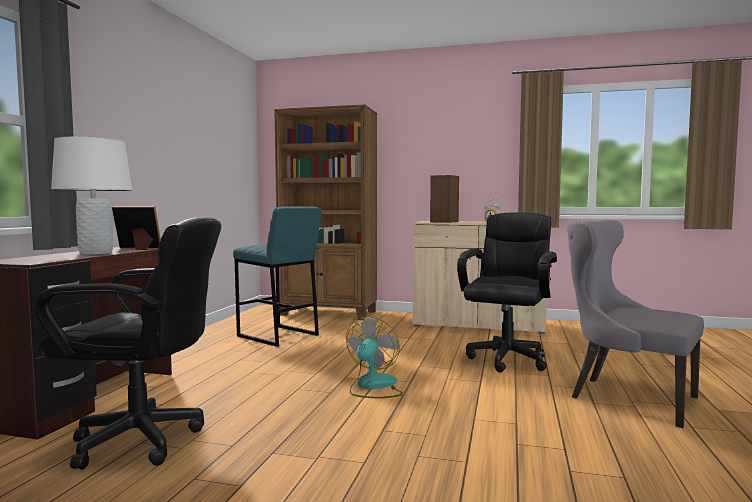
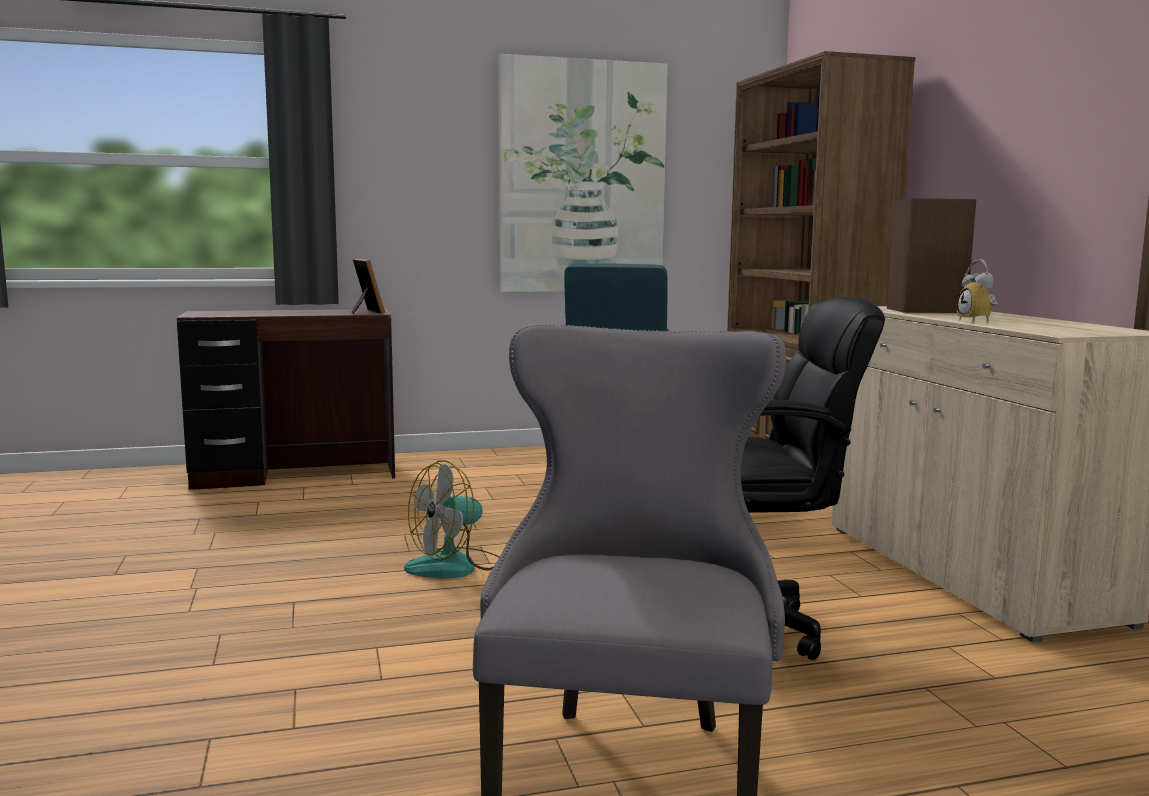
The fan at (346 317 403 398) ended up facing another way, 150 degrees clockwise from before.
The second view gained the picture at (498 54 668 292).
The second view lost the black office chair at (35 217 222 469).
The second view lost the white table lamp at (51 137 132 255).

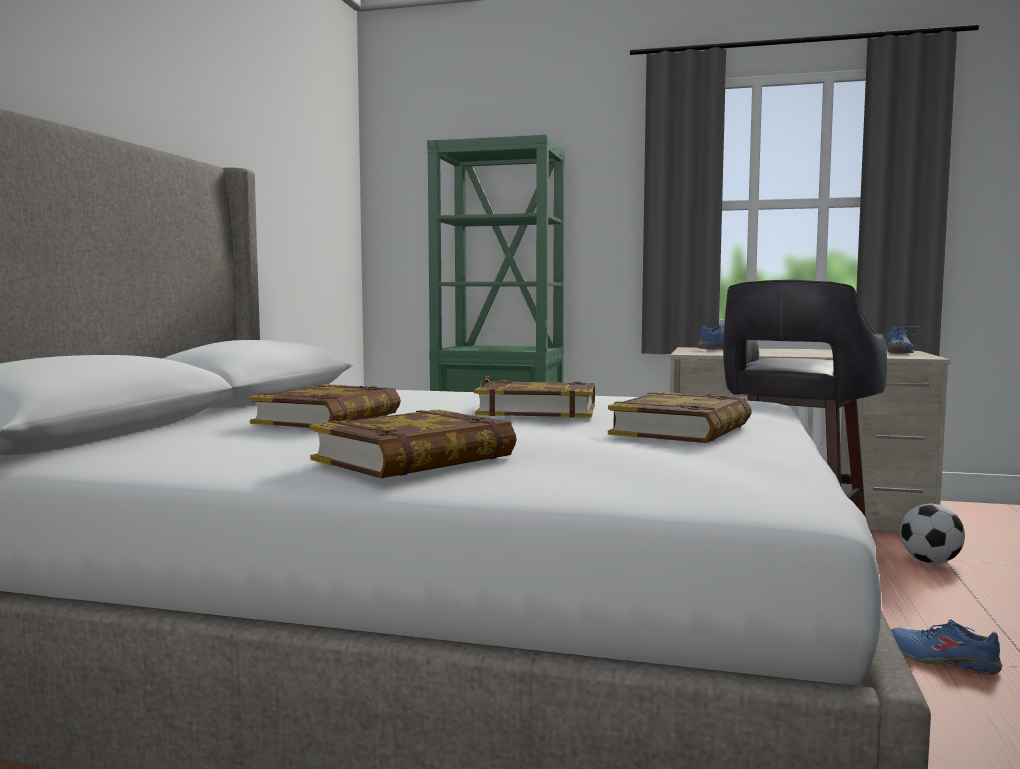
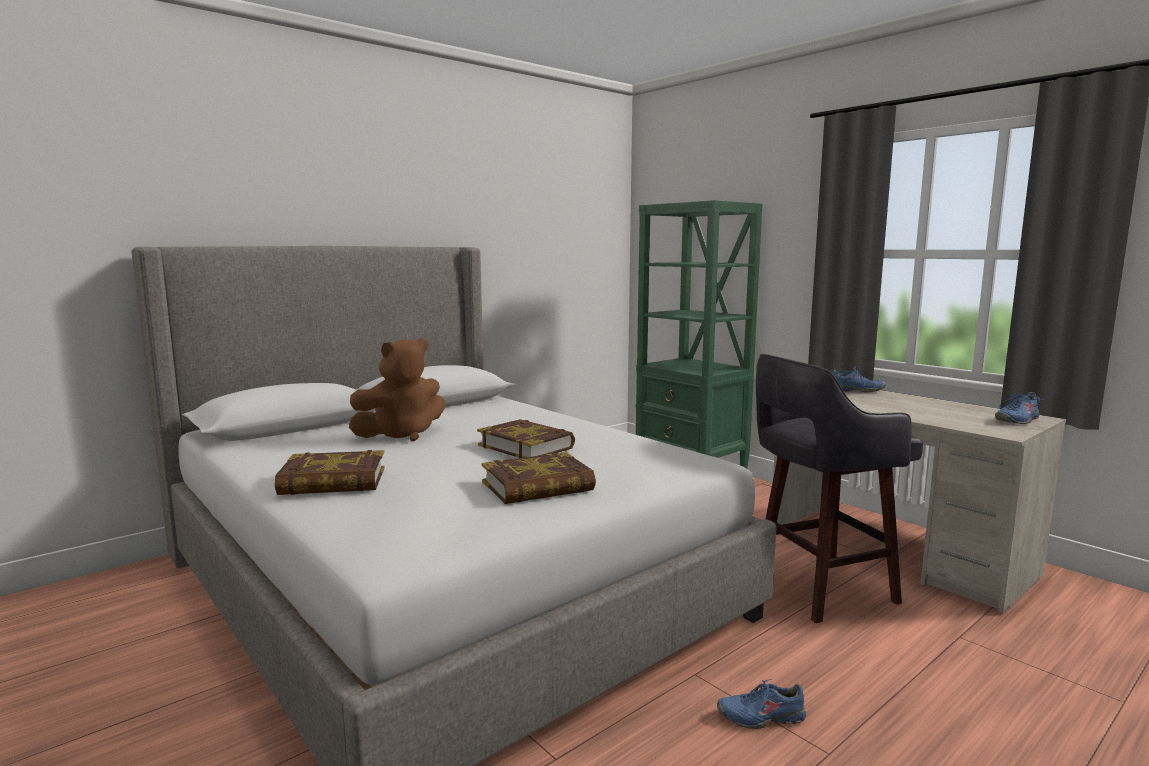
Where the book stood at (249 384 401 428), the brown plush toy came to stand at (349 338 445 441).
The blue shoe at (891 619 1002 675) ended up facing another way, 75 degrees counterclockwise from before.
The second view lost the football at (900 504 965 563).

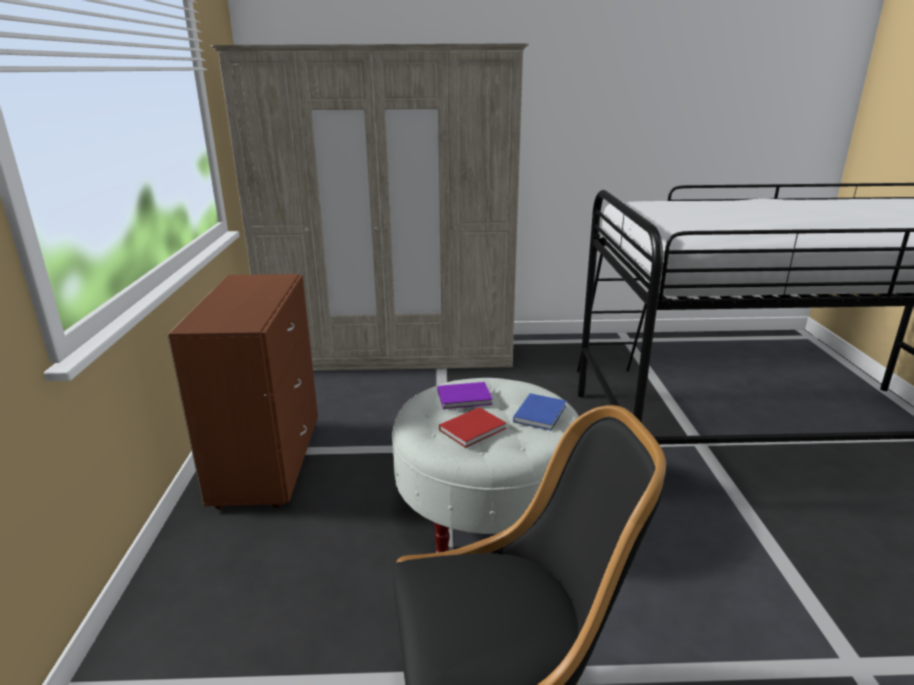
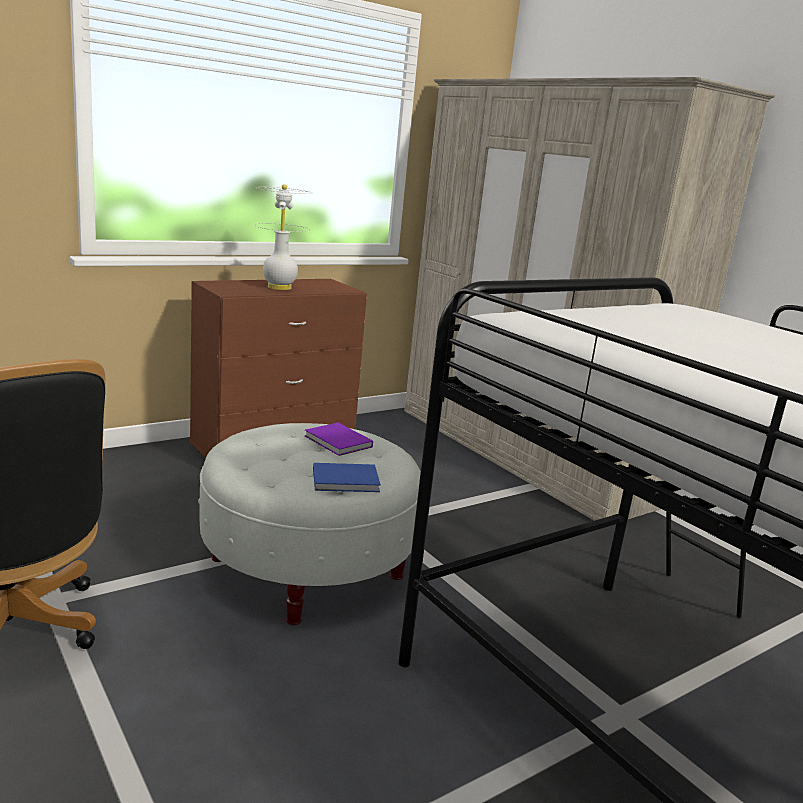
The second view gained the white table lamp at (254 184 312 290).
The second view lost the red book at (439 407 506 448).

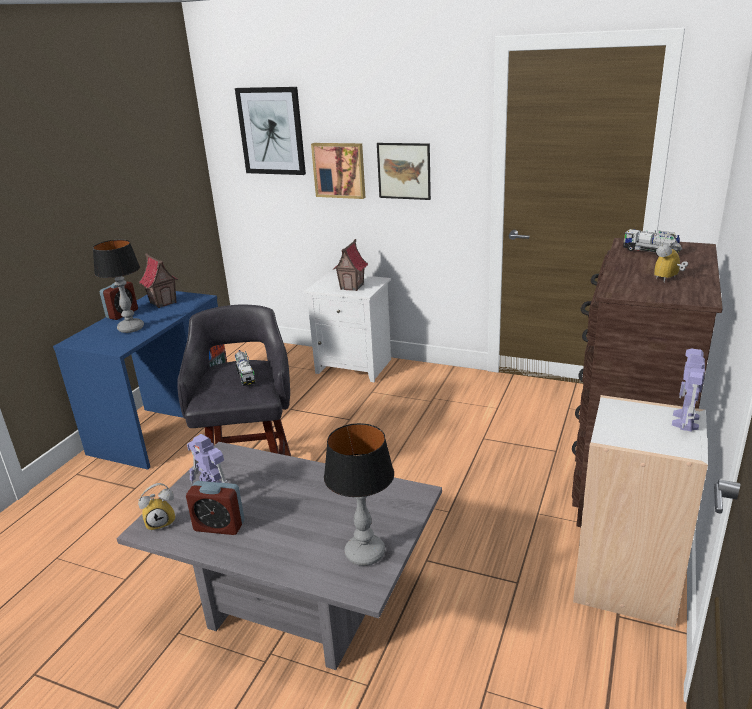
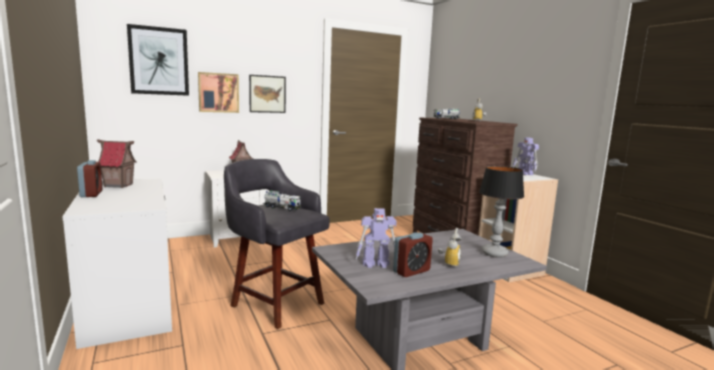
What was the blue desk at (53 291 227 470) turned into the white desk at (62 179 172 349).
The alarm clock ended up elsewhere, having gone from (138 483 176 532) to (438 228 462 268).
The second view lost the table lamp at (93 239 144 333).

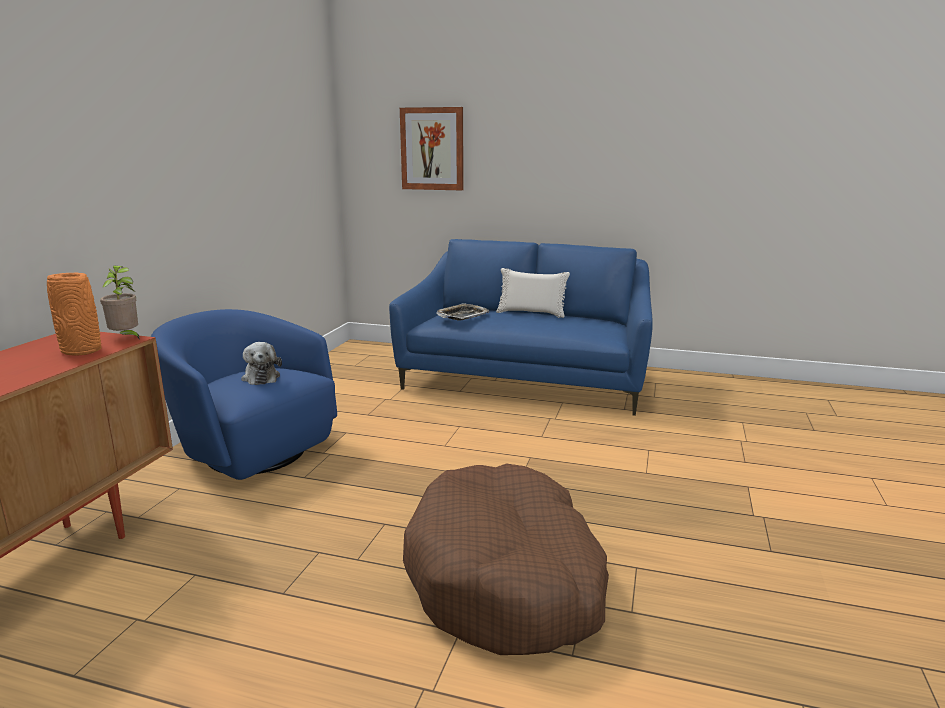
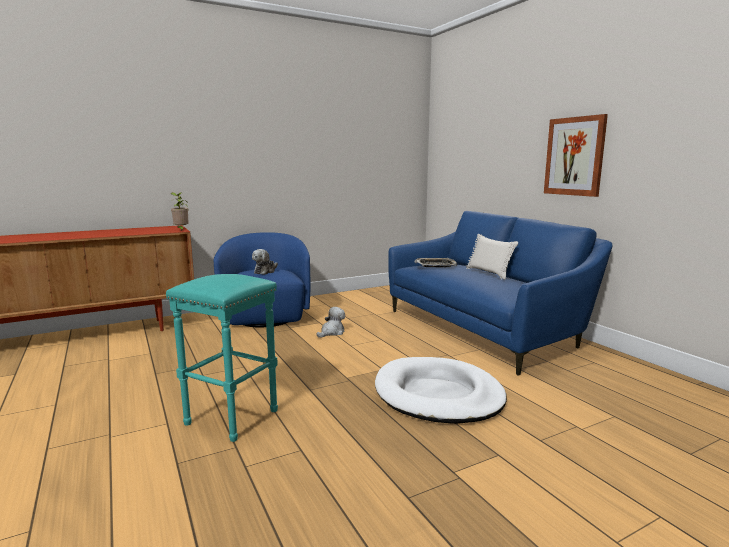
Where the brown dog bed stood at (403 464 609 655), the turquoise stool came to stand at (166 274 278 442).
The second view gained the plush toy at (316 307 345 338).
The second view gained the white dog bed at (375 357 507 424).
The picture ended up elsewhere, having gone from (400 107 464 190) to (544 114 608 197).
The second view lost the orange vase at (47 273 102 356).

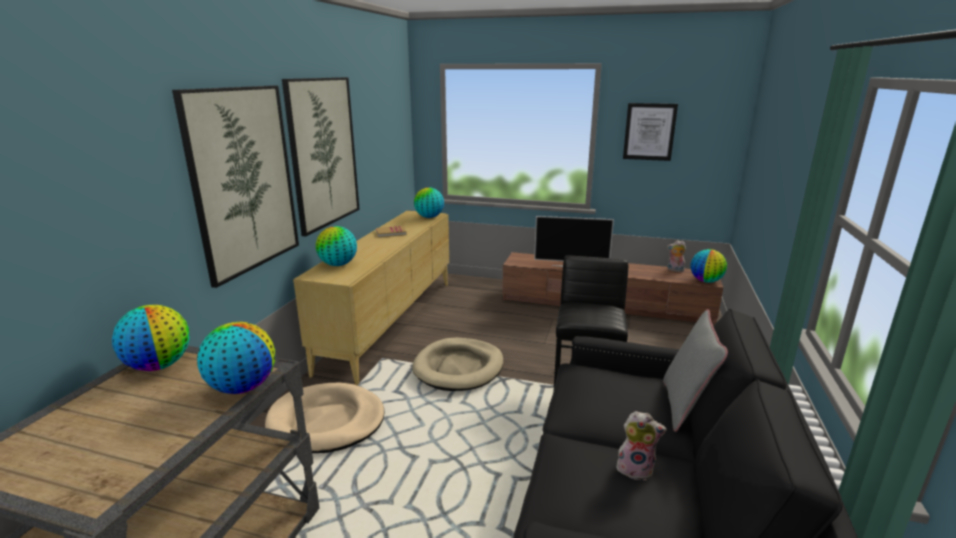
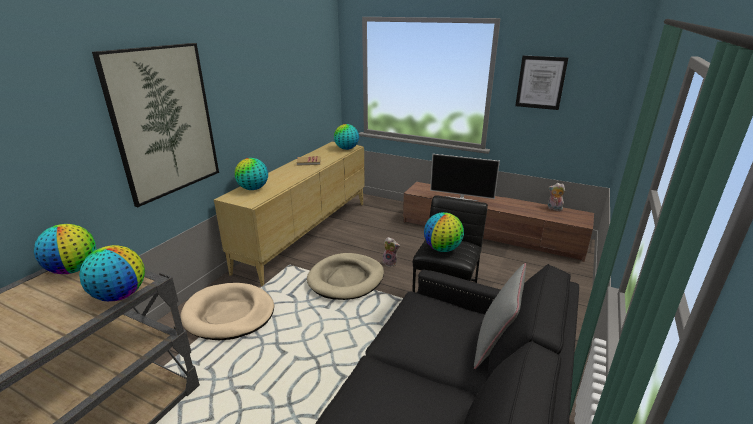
The plush toy ended up elsewhere, having gone from (616 411 667 480) to (382 237 400 267).
The globe ended up elsewhere, having gone from (691 249 727 283) to (424 212 464 252).
The second view lost the picture at (282 77 360 236).

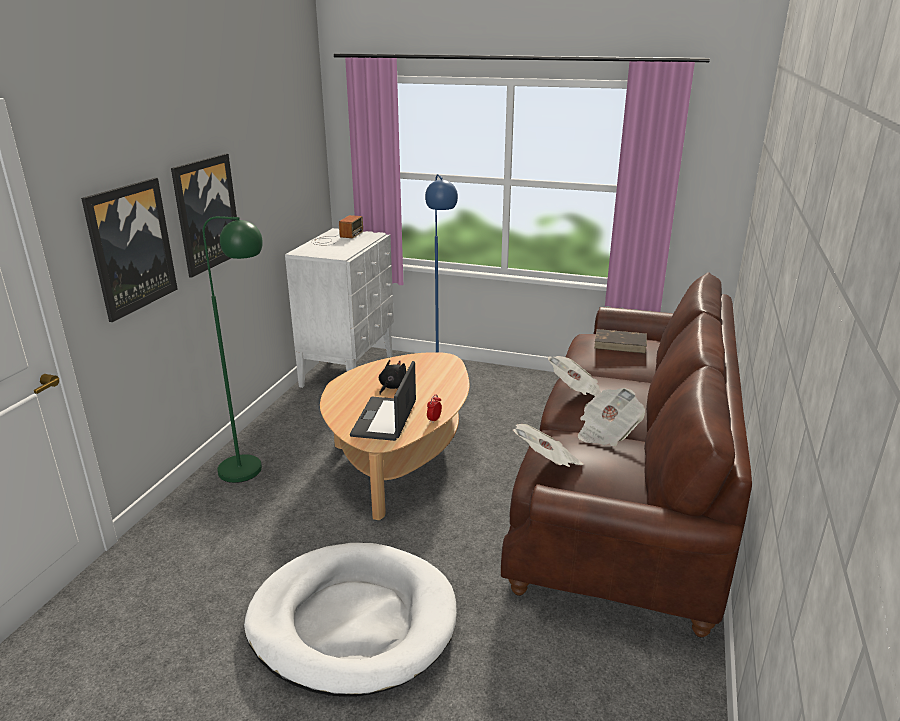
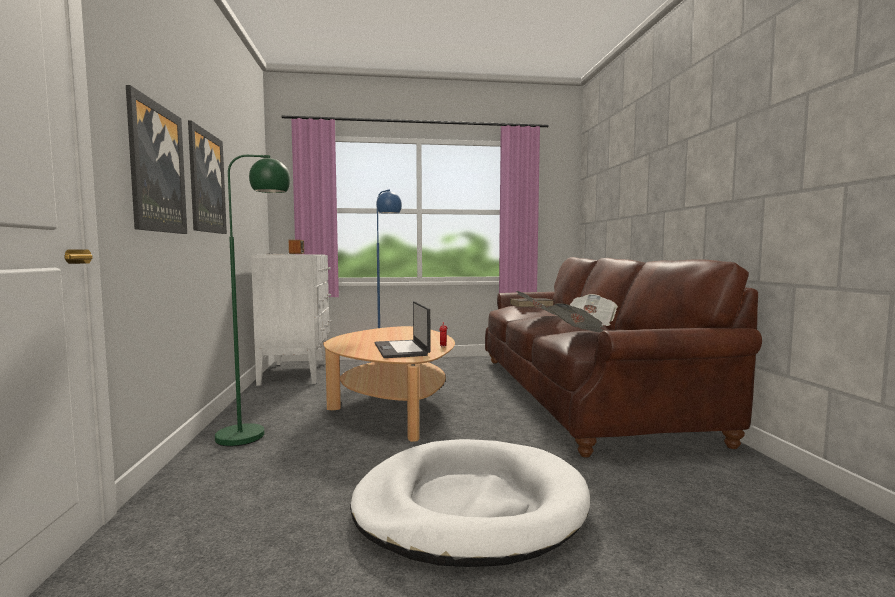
The second view lost the black plush toy at (379 360 406 394).

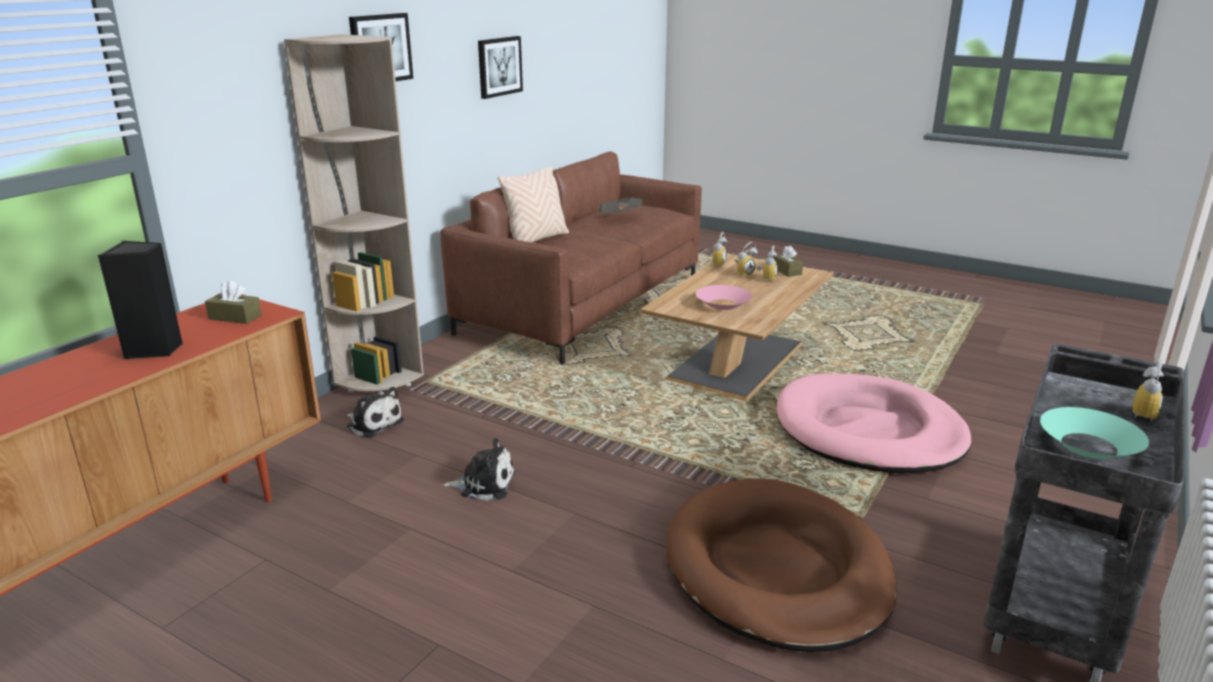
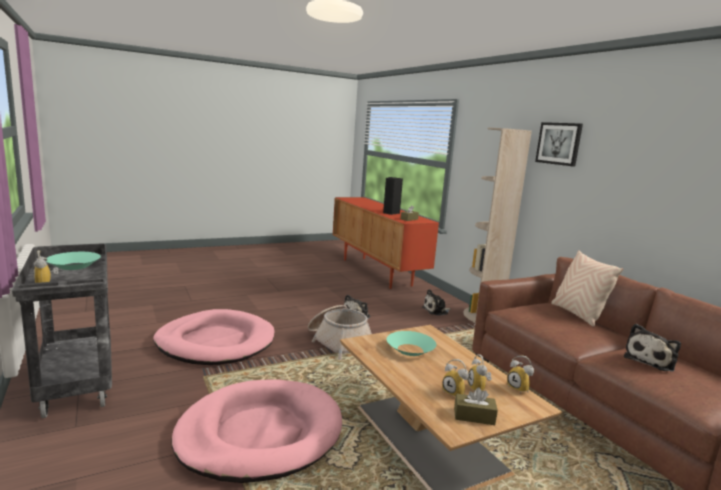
What was the brown dog bed at (666 478 897 652) turned into the pink dog bed at (153 309 275 365).
The second view gained the basket at (308 305 372 360).
What was the pink bowl at (696 285 752 310) turned into the turquoise bowl at (387 331 436 356).
Where the newspaper stood at (598 197 643 213), the plush toy came to stand at (624 324 681 372).
The second view lost the picture at (478 36 523 99).

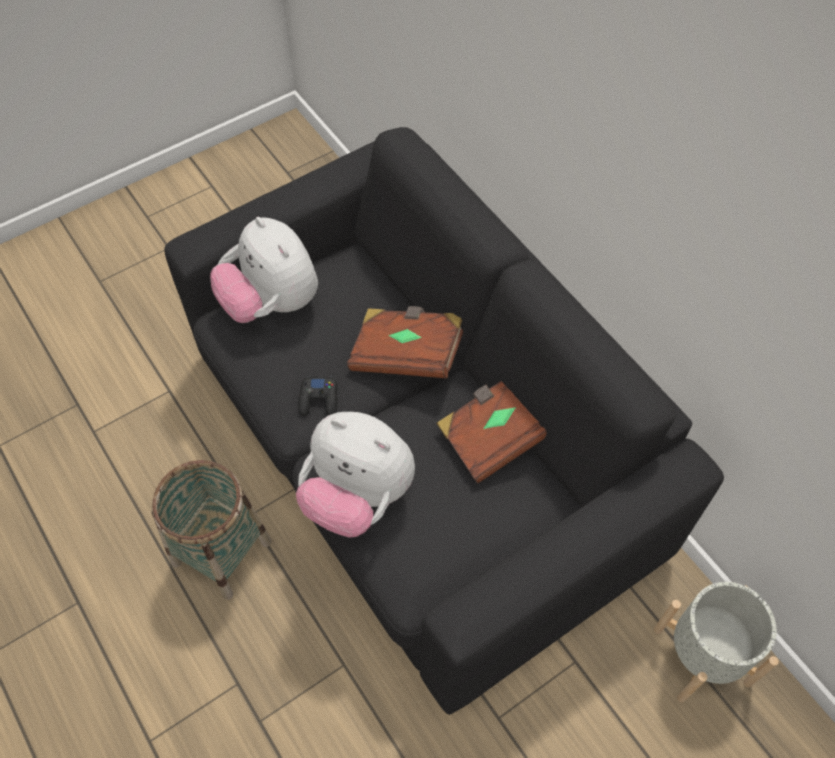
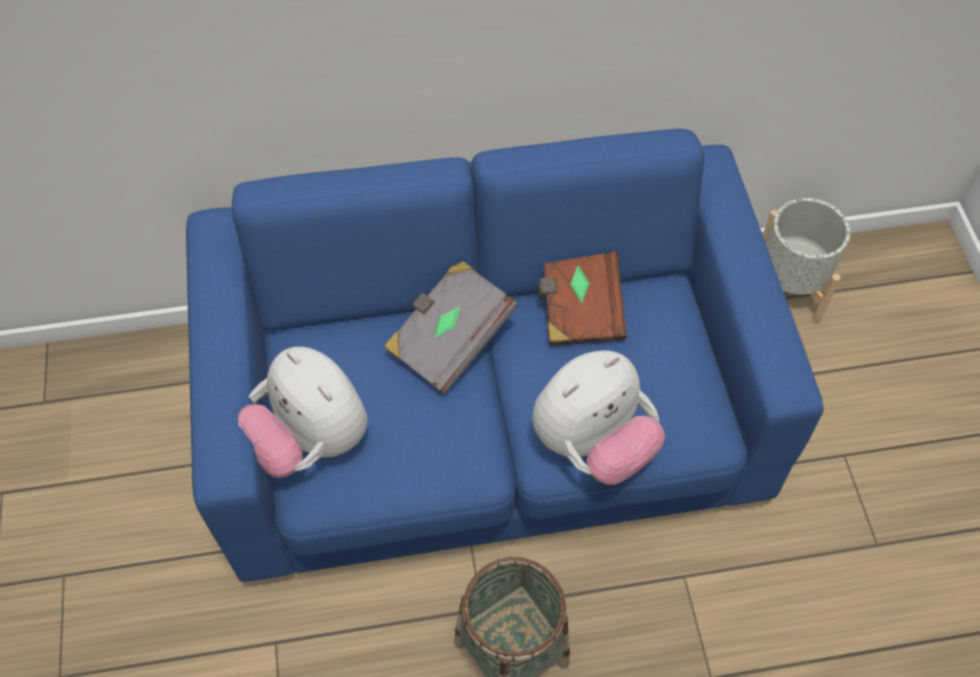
What was the black sofa at (165 127 724 715) turned into the blue sofa at (186 129 824 582).
The plush toy at (210 217 318 323) ended up facing another way, 60 degrees clockwise from before.
What was the brown book at (347 306 463 378) turned into the grey book at (384 261 519 395).
The second view lost the black game controller at (298 376 338 416).

